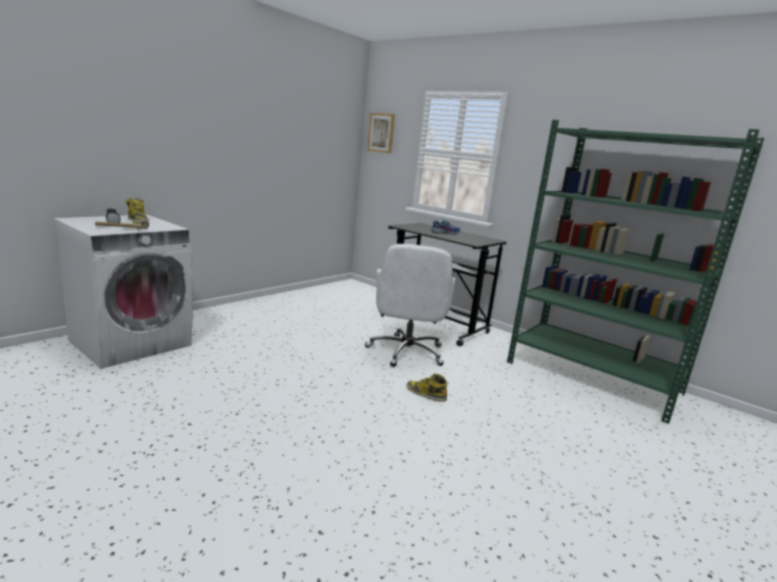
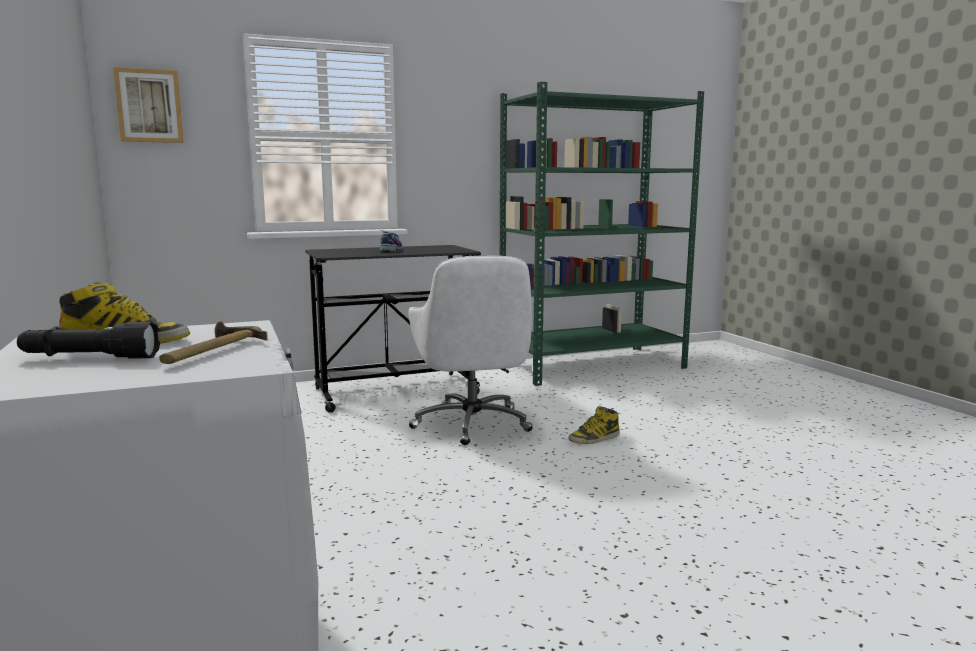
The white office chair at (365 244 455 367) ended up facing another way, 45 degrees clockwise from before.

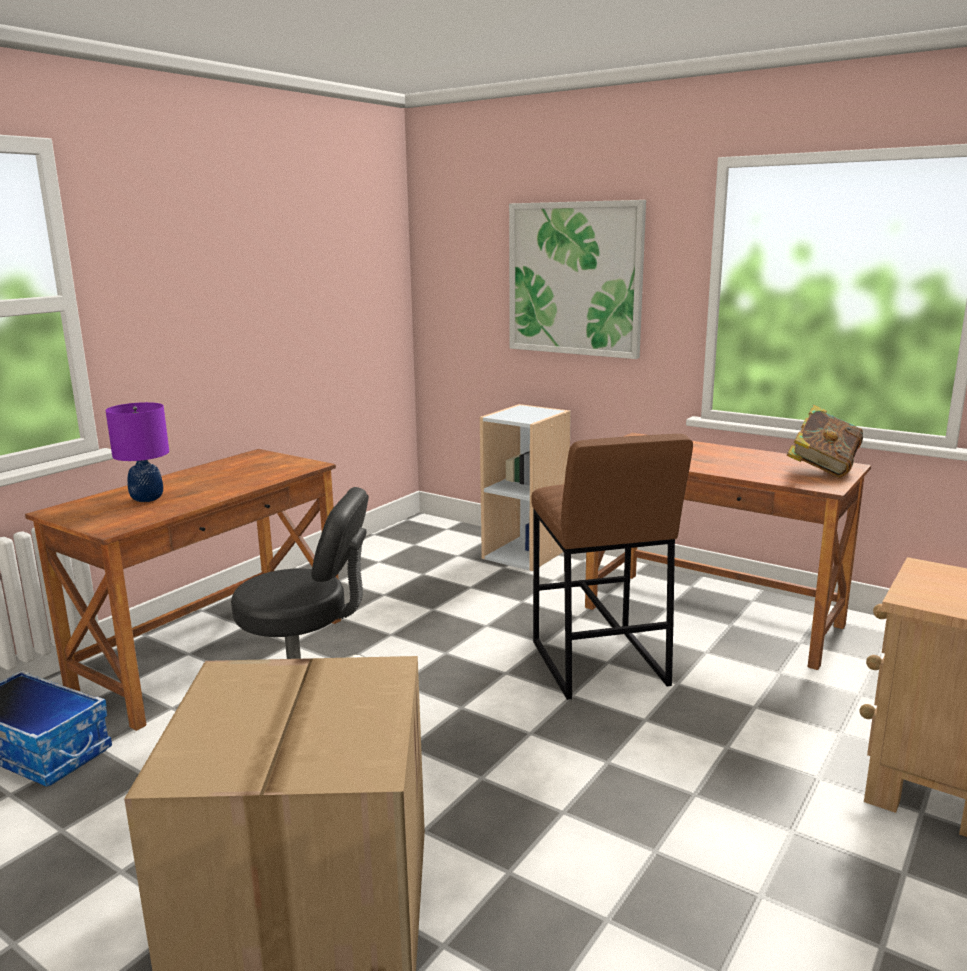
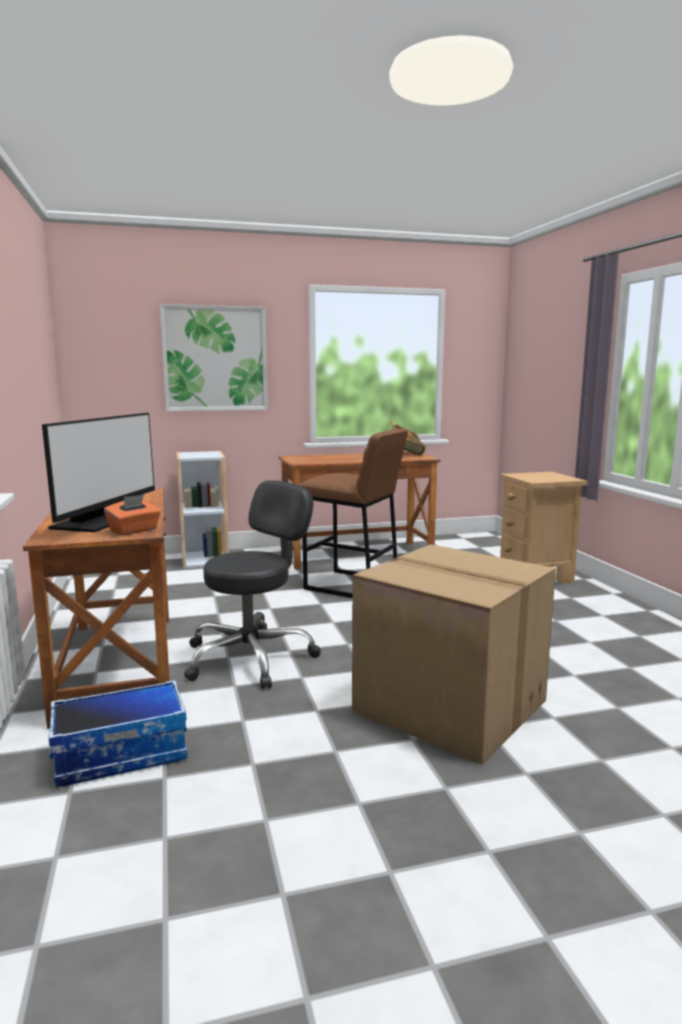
Where the purple table lamp stood at (105 402 169 502), the monitor came to stand at (42 413 155 532).
The second view gained the orange tissue box at (104 494 161 535).

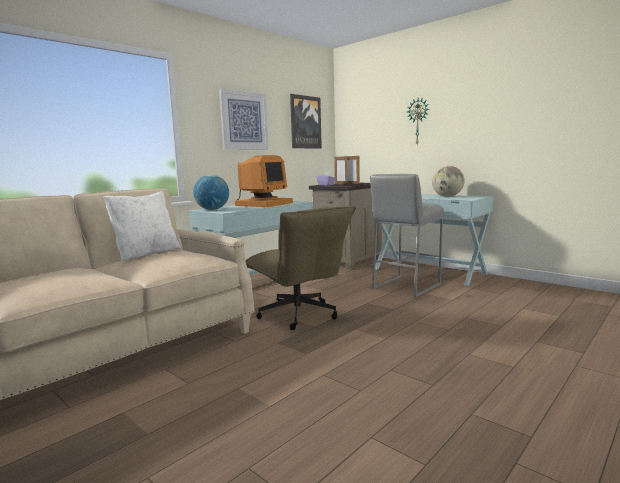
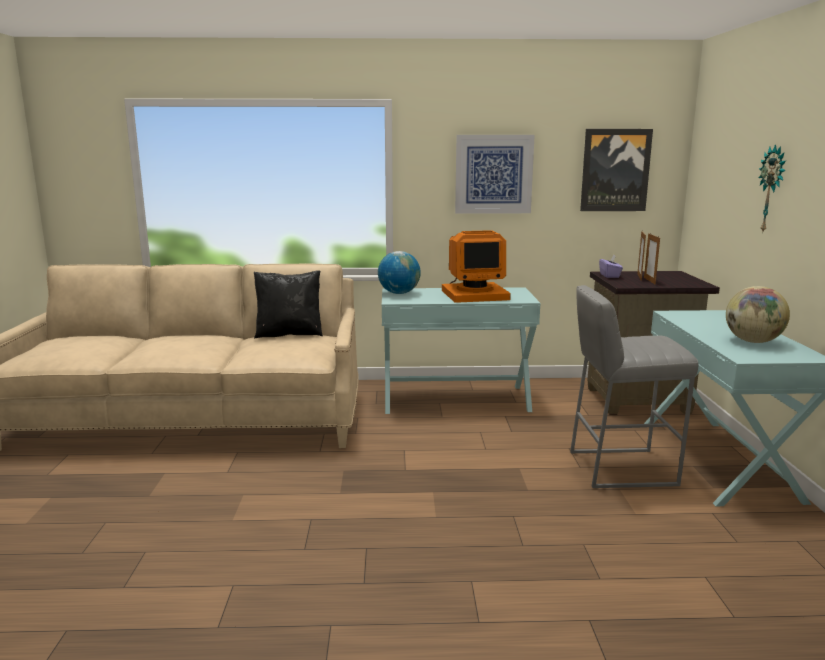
What was the white pillow at (103 191 181 261) turned into the black pillow at (254 270 323 339).
The second view lost the beige office chair at (246 206 356 330).

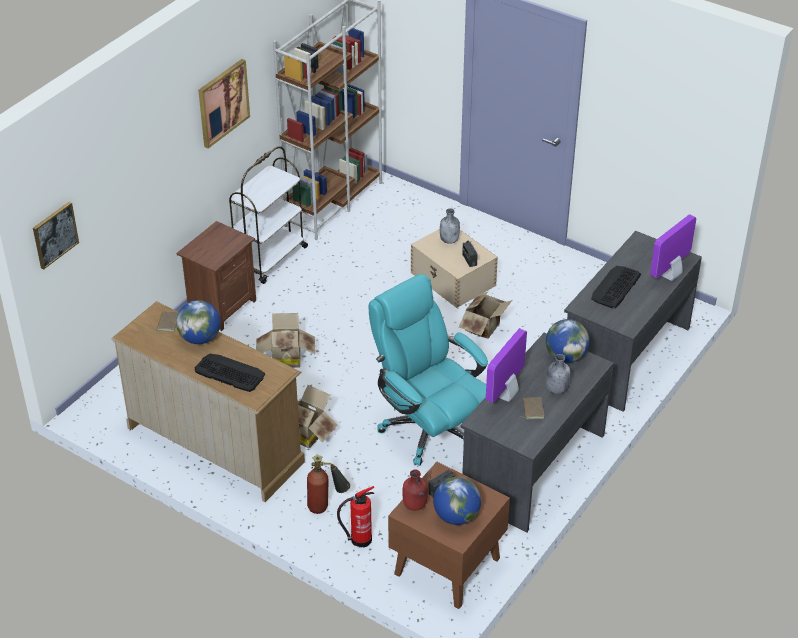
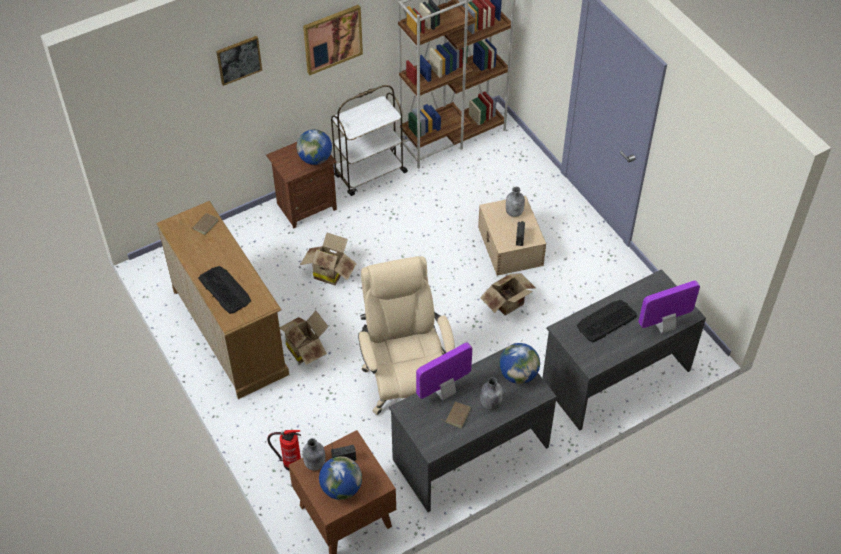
The picture ended up elsewhere, having gone from (33 202 79 270) to (216 36 262 86).
The globe ended up elsewhere, having gone from (176 300 221 344) to (297 129 332 165).
What was the red bottle at (402 470 428 511) turned into the grey bottle at (302 438 325 470).
What was the turquoise office chair at (369 274 488 466) turned into the beige office chair at (358 256 455 415).
The second view lost the fire extinguisher at (307 455 350 514).

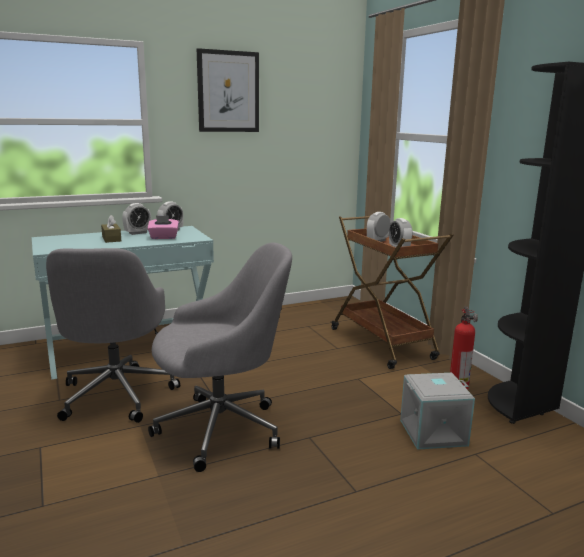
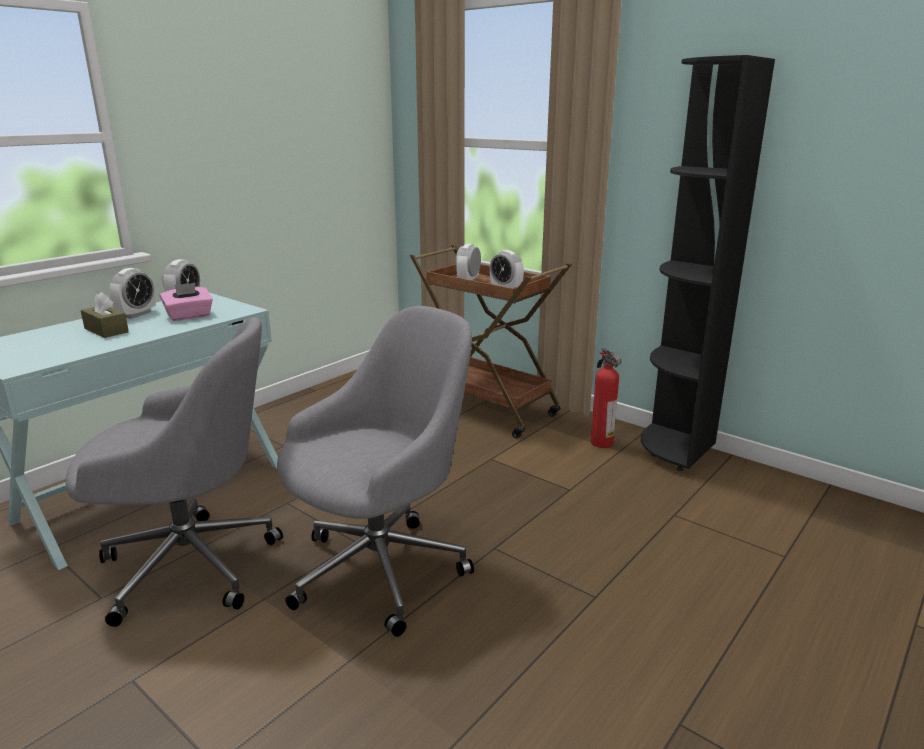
The grey office chair at (46 248 180 423) ended up facing another way, 60 degrees counterclockwise from before.
The second view lost the picture at (197 48 259 132).
The second view lost the grey storage box at (400 373 475 450).

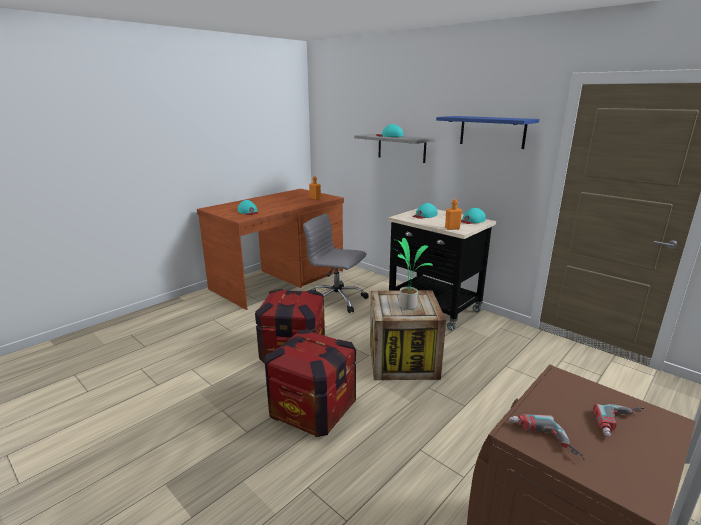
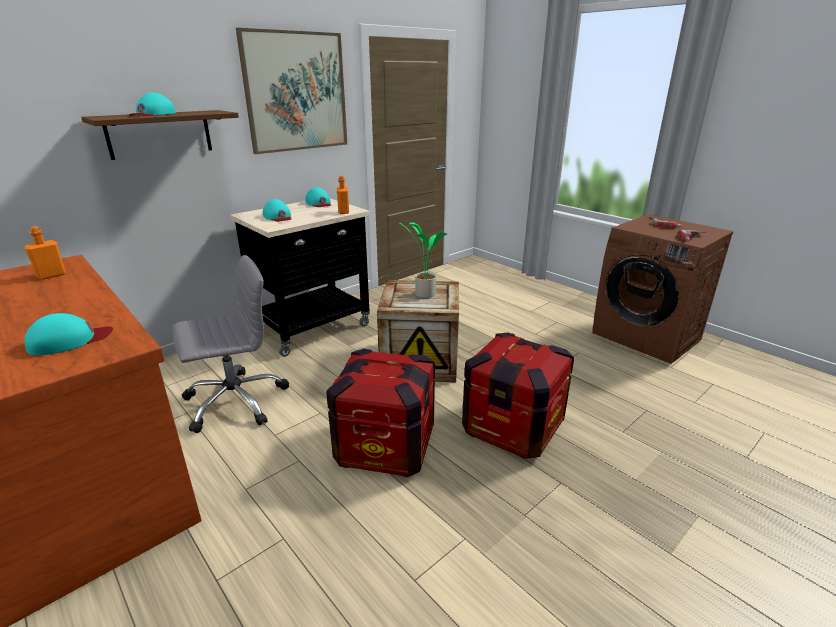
What was the grey shelf at (354 134 435 163) turned into the brown shelf at (81 110 239 160).
The grey office chair at (303 214 369 313) ended up facing another way, 150 degrees counterclockwise from before.
Where the blue shelf hung at (436 116 539 149), the picture came to hang at (236 28 347 154).

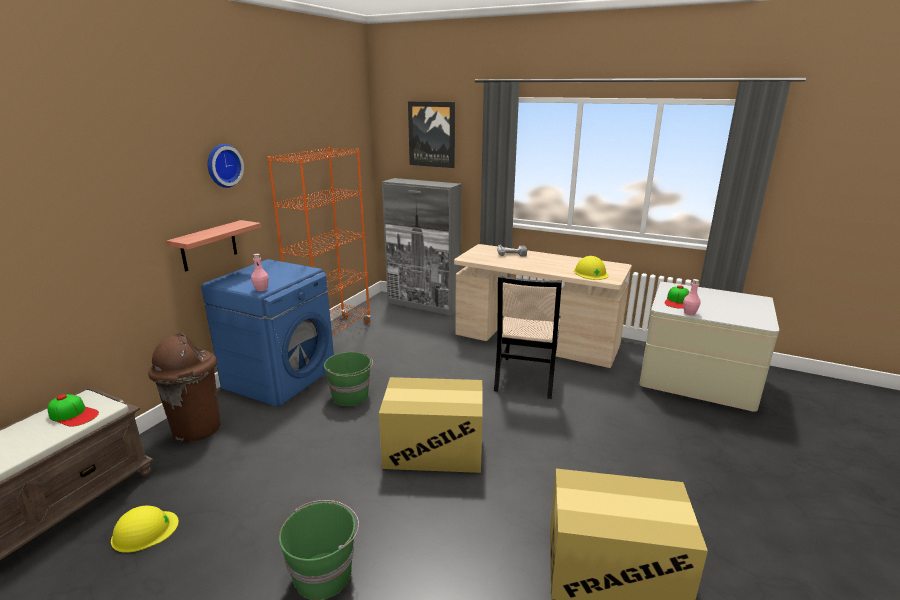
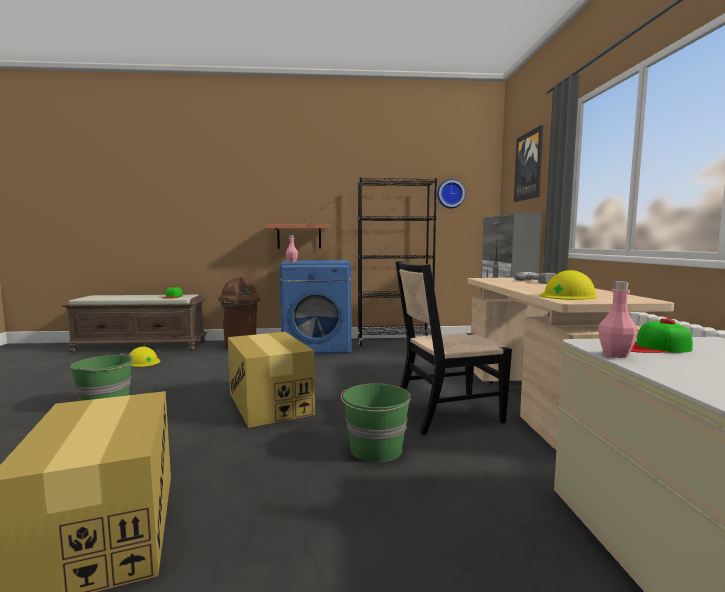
The green bucket ended up elsewhere, having gone from (324 352 373 406) to (341 383 411 463).
What was the orange bookcase at (267 147 371 336) turned into the black bookcase at (357 177 437 346).
The wall clock ended up elsewhere, having gone from (208 144 244 188) to (437 179 465 208).

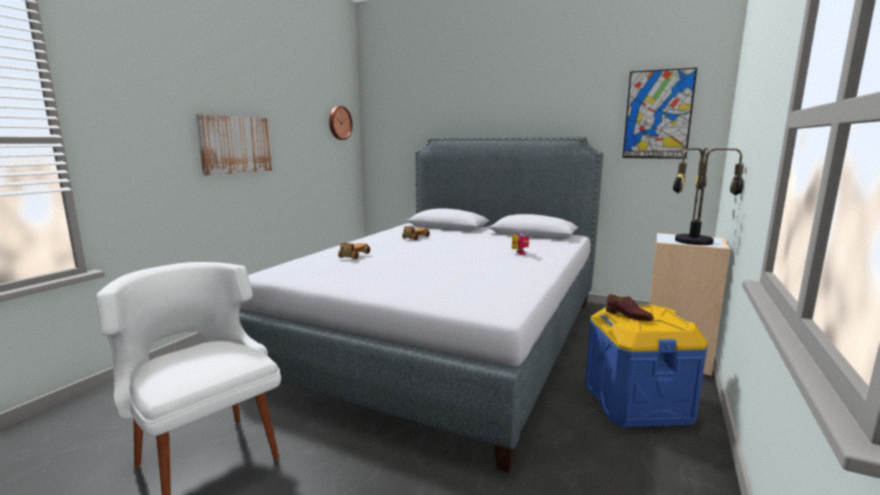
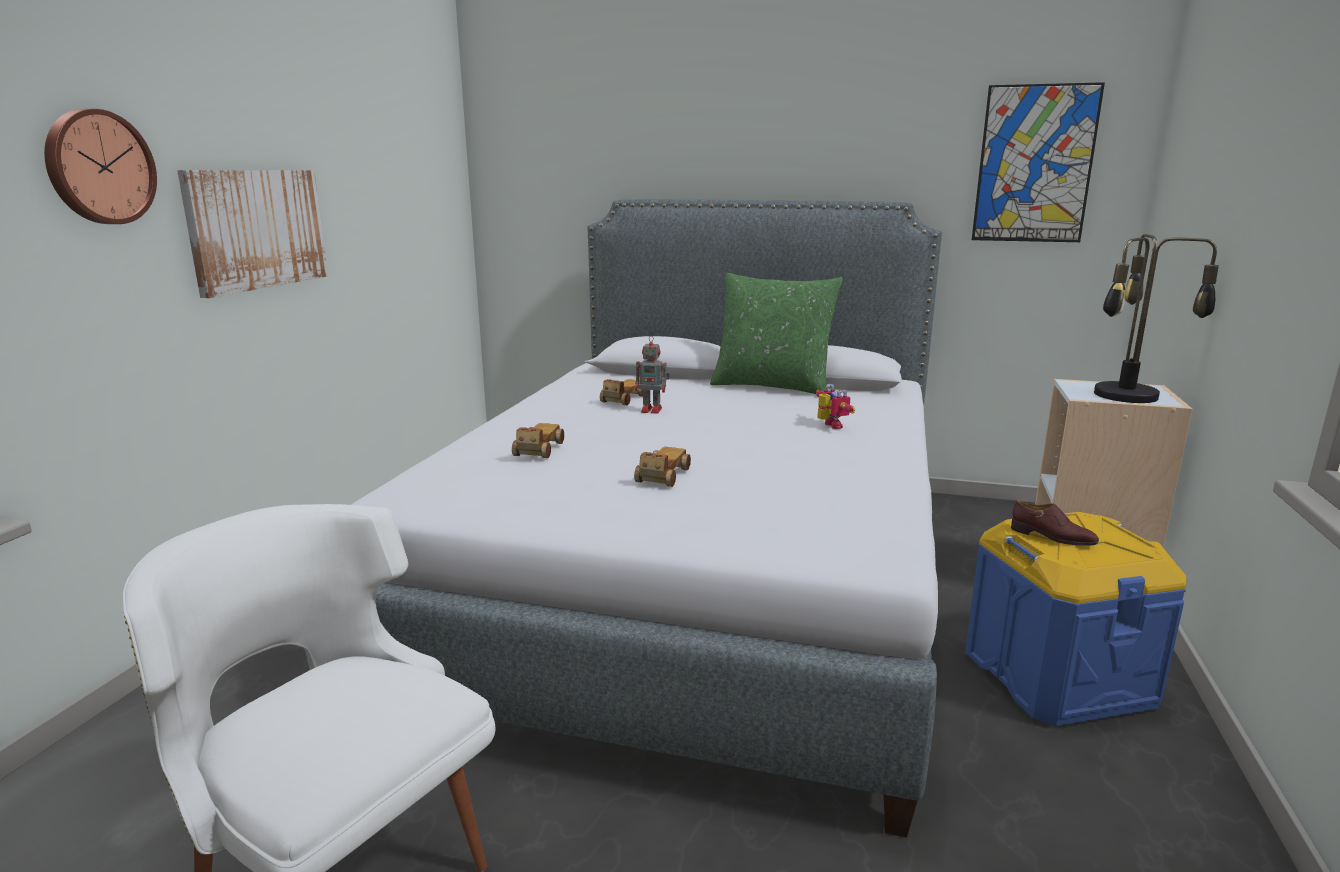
The wall clock ended up elsewhere, having gone from (329 106 353 140) to (44 109 157 224).
The second view gained the toy car at (634 447 691 487).
The second view gained the toy robot at (635 335 670 414).
The second view gained the green pillow at (710 273 843 394).

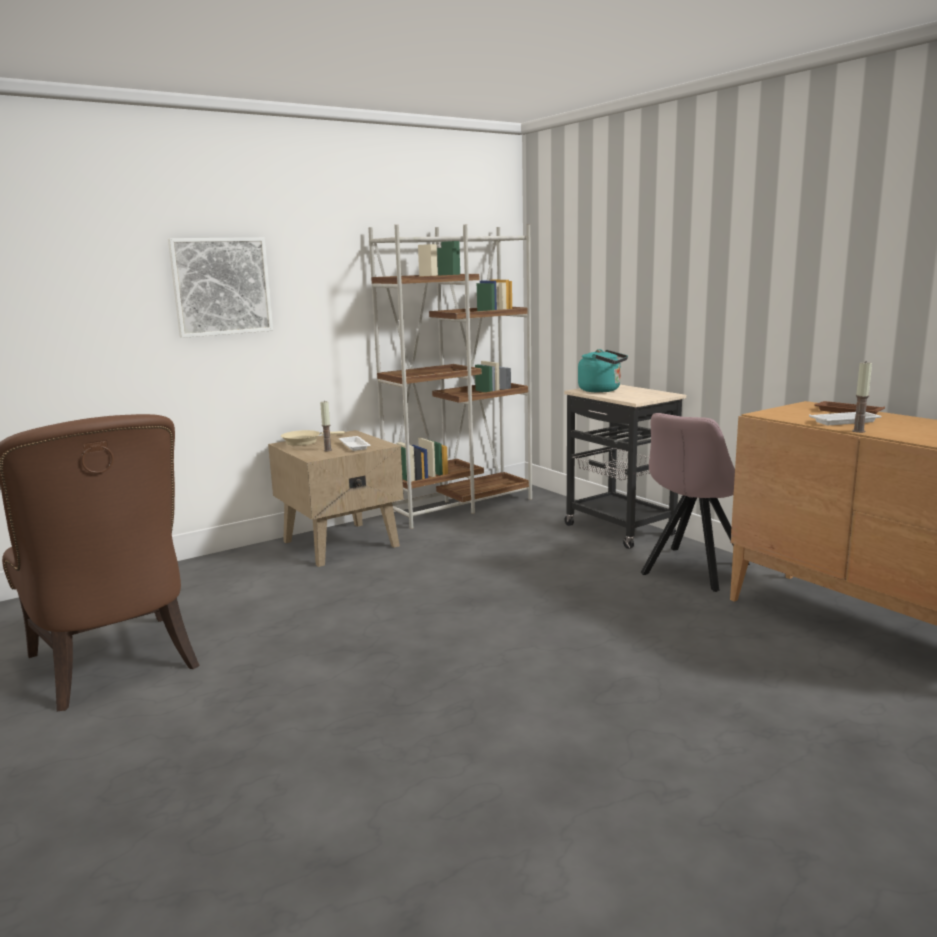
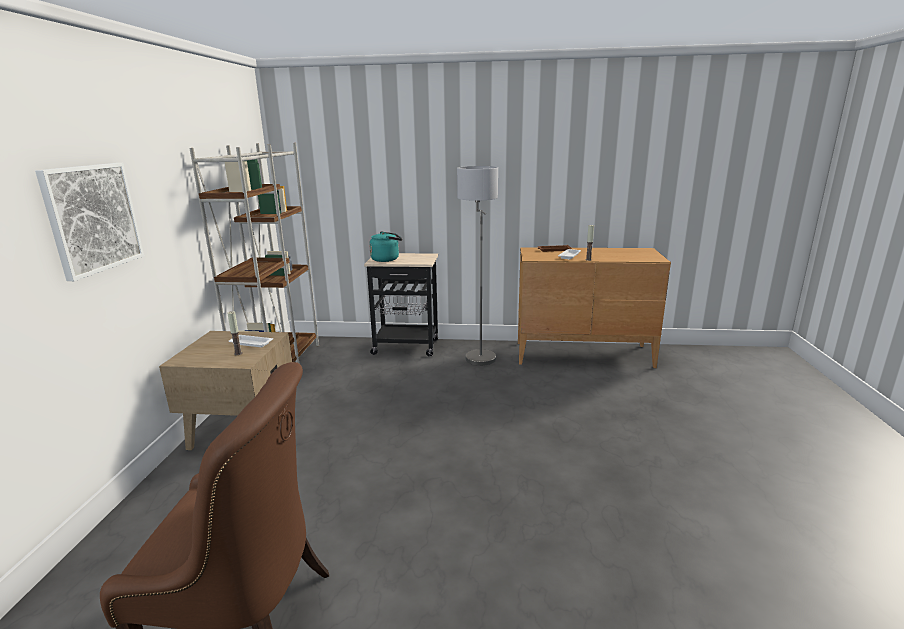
Where the pink chair stood at (641 413 750 592), the grey floor lamp came to stand at (457 166 498 366).
The second view lost the beige frying pan at (281 430 345 446).

